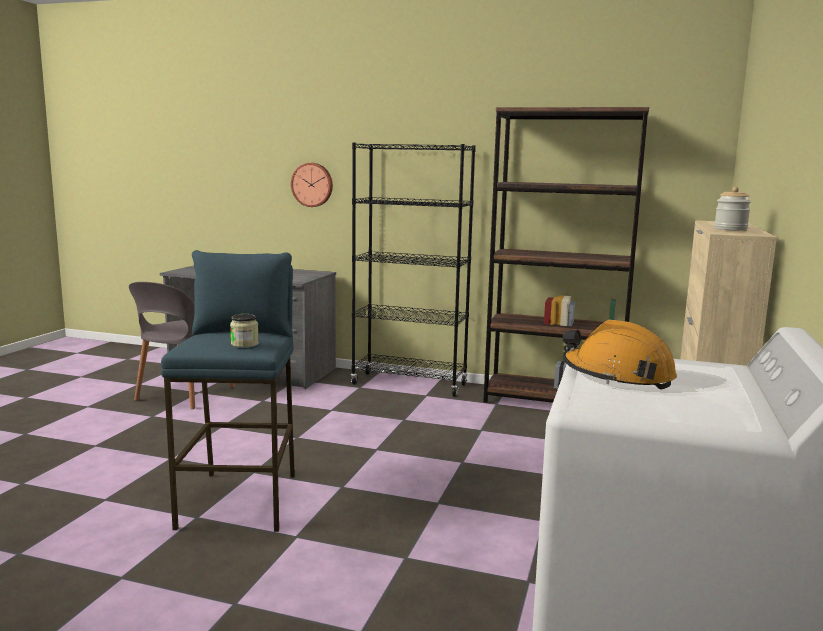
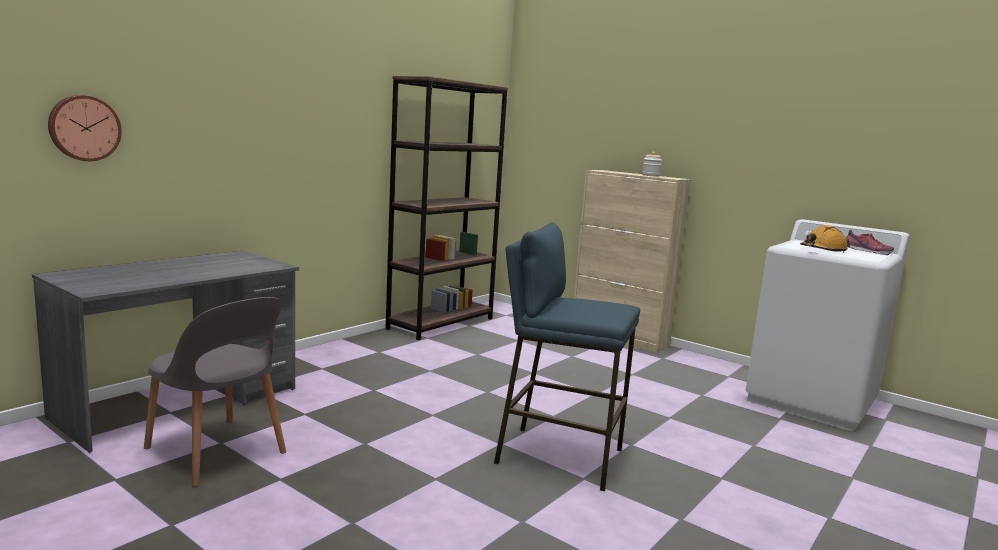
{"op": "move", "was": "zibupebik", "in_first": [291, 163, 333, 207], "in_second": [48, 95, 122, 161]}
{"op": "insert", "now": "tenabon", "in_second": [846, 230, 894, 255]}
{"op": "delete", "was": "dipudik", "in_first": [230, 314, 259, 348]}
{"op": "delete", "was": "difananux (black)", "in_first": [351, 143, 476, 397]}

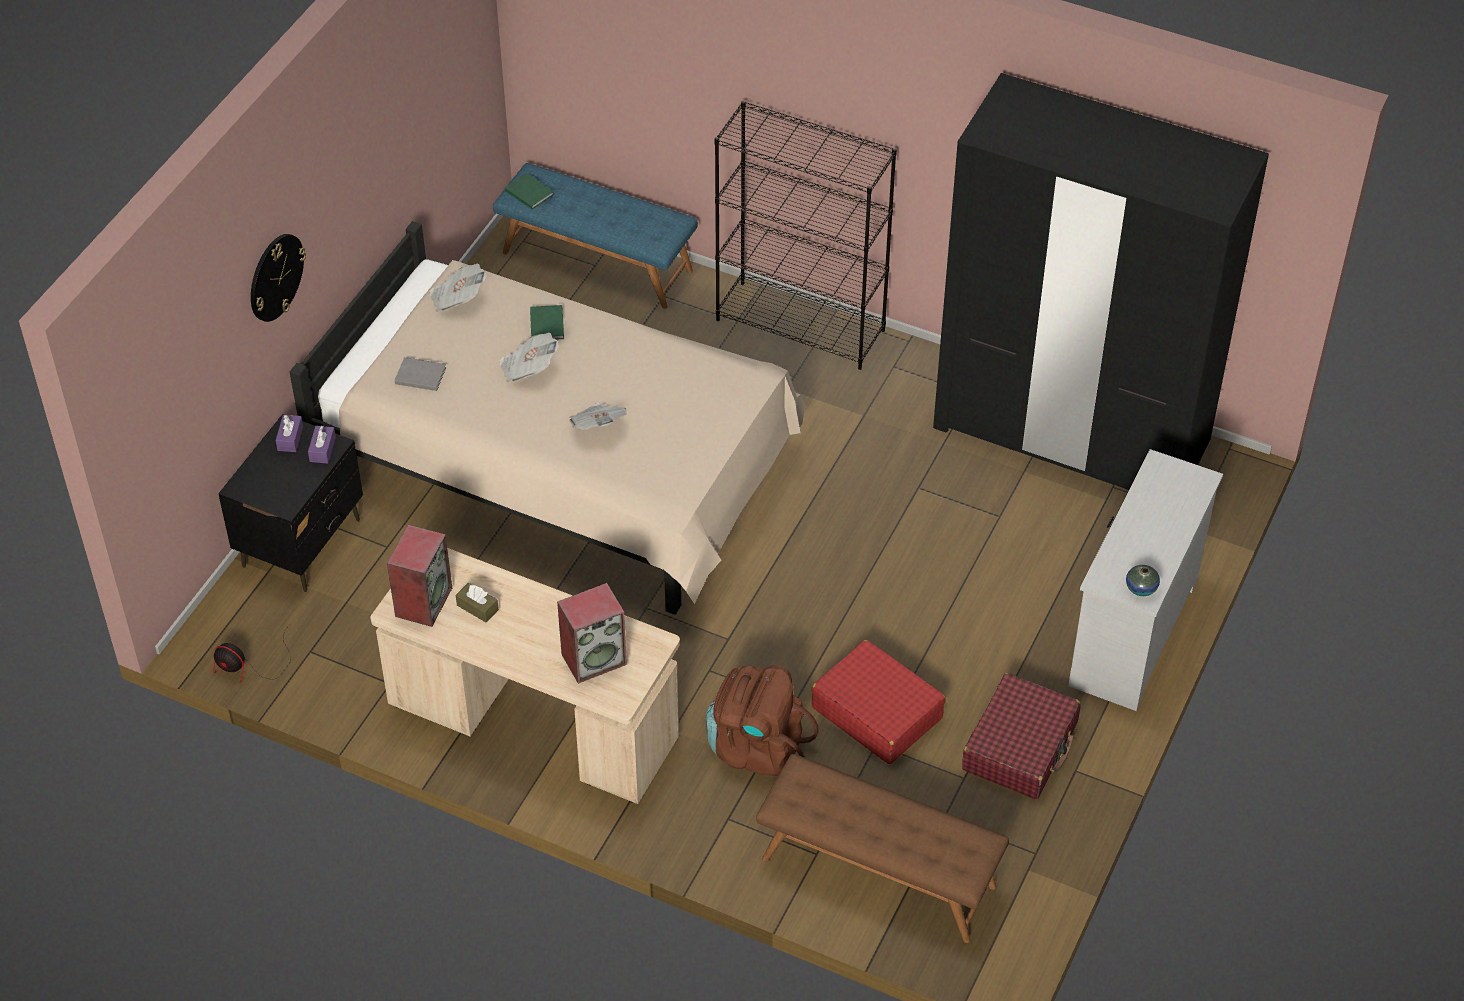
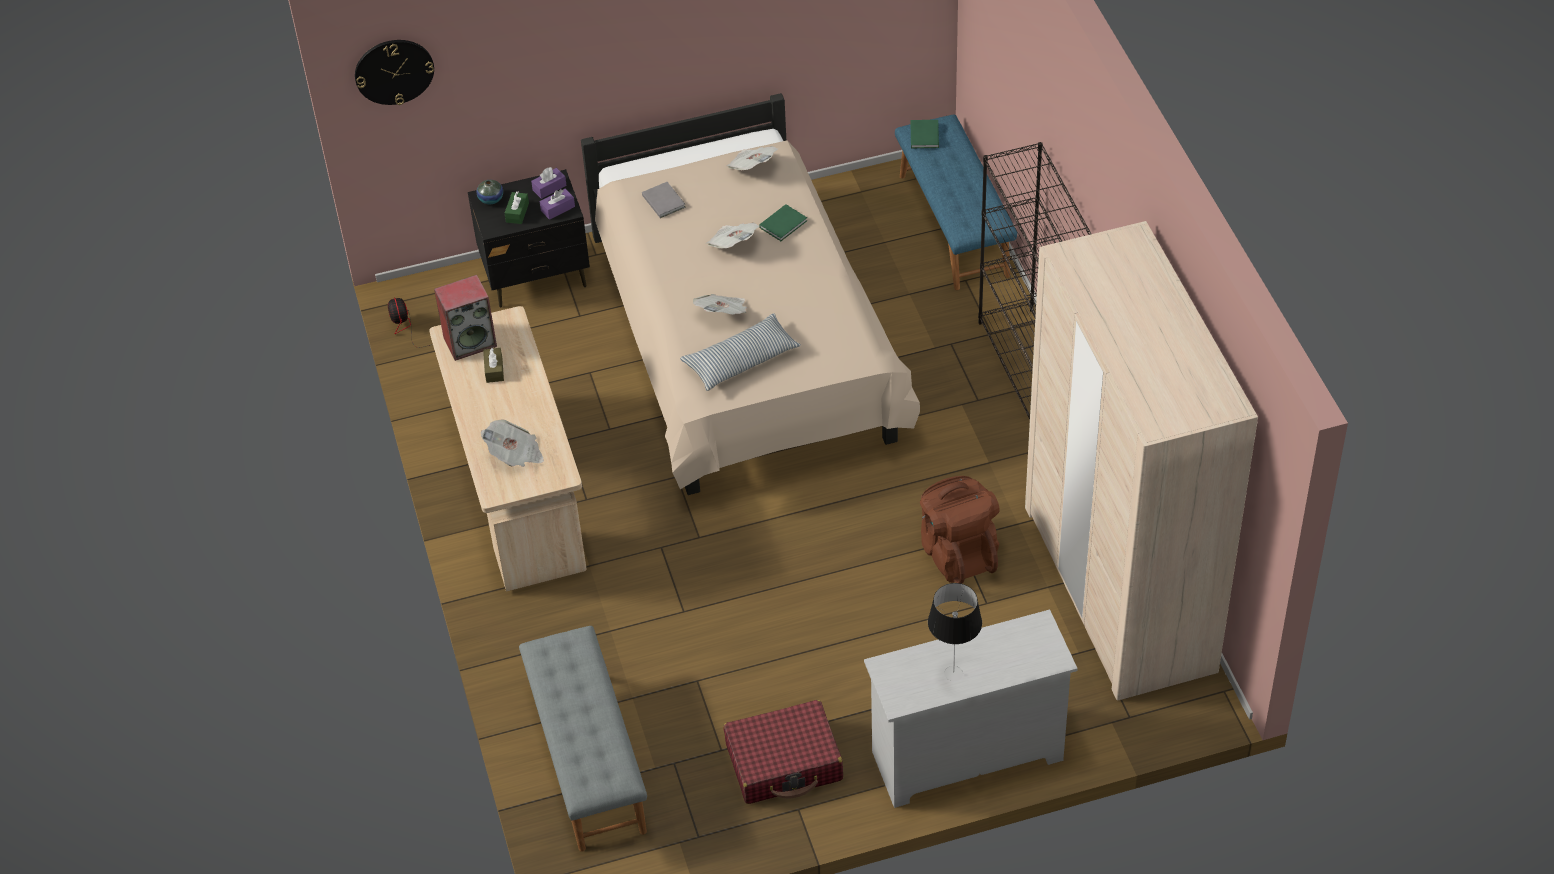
{"op": "move", "was": "zibupebik", "in_first": [251, 234, 306, 322], "in_second": [355, 40, 434, 105]}
{"op": "move", "was": "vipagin", "in_first": [1126, 565, 1160, 596], "in_second": [476, 180, 503, 204]}
{"op": "replace", "was": "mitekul", "now": "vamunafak", "in_first": [557, 583, 627, 684], "in_second": [481, 419, 544, 467]}
{"op": "insert", "now": "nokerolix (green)", "in_second": [505, 191, 529, 224]}
{"op": "recolor", "was": "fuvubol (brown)", "now": "fuvubol (grey)", "in_first": [756, 754, 1009, 943], "in_second": [519, 626, 647, 852]}
{"op": "insert", "now": "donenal", "in_second": [680, 313, 801, 391]}
{"op": "move", "was": "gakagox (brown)", "in_first": [706, 665, 818, 776], "in_second": [920, 476, 1000, 584]}
{"op": "insert", "now": "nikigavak", "in_second": [928, 583, 982, 681]}
{"op": "recolor", "was": "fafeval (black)", "now": "fafeval (beige)", "in_first": [933, 73, 1269, 490], "in_second": [1025, 221, 1258, 700]}
{"op": "delete", "was": "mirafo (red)", "in_first": [812, 640, 946, 764]}

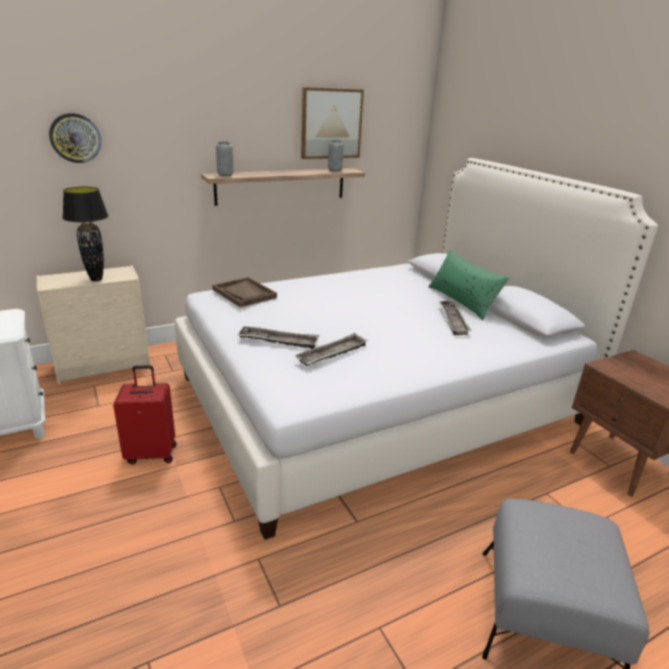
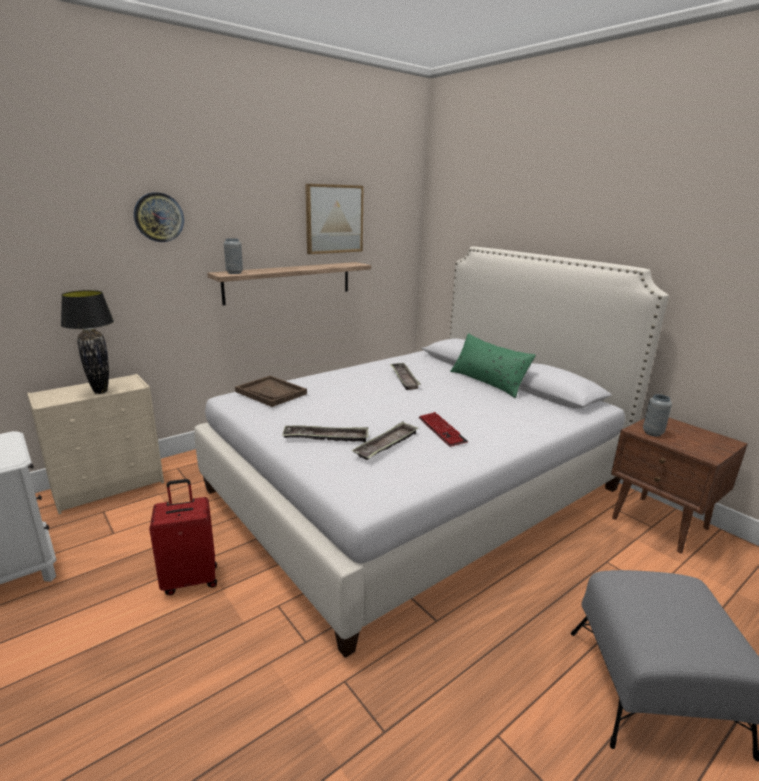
{"op": "move", "was": "zibupebik", "in_first": [49, 113, 101, 163], "in_second": [134, 192, 184, 242]}
{"op": "move", "was": "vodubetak", "in_first": [438, 301, 471, 335], "in_second": [390, 362, 421, 390]}
{"op": "insert", "now": "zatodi", "in_second": [419, 412, 468, 447]}
{"op": "move", "was": "vipagin (grey)", "in_first": [328, 140, 344, 172], "in_second": [643, 394, 672, 437]}

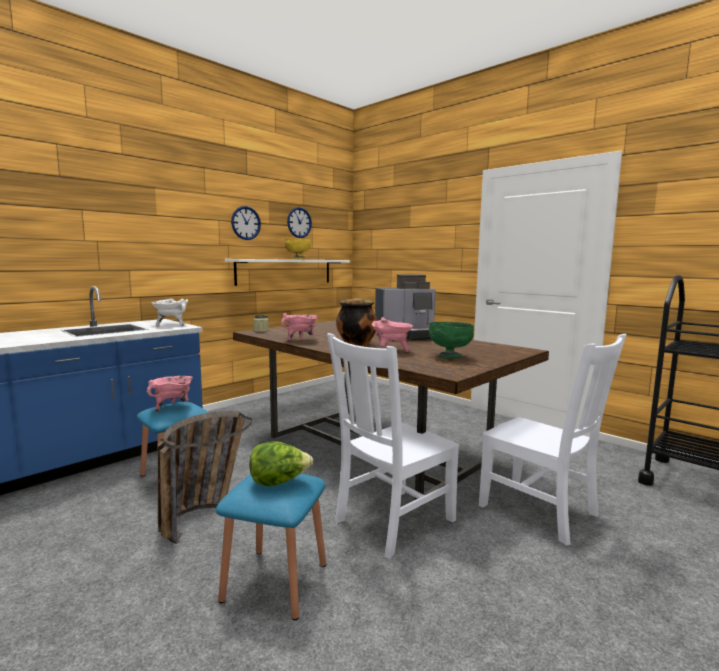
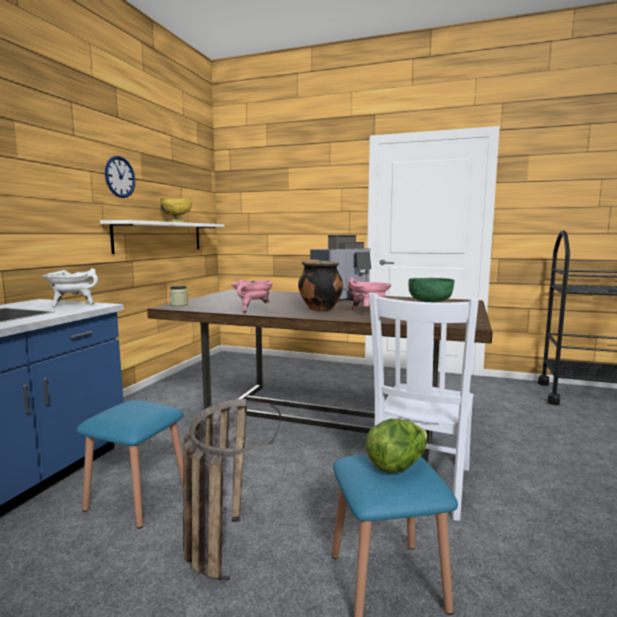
{"op": "delete", "was": "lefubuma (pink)", "in_first": [147, 376, 193, 412]}
{"op": "delete", "was": "zibupebik", "in_first": [287, 207, 312, 238]}
{"op": "delete", "was": "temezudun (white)", "in_first": [479, 334, 626, 546]}

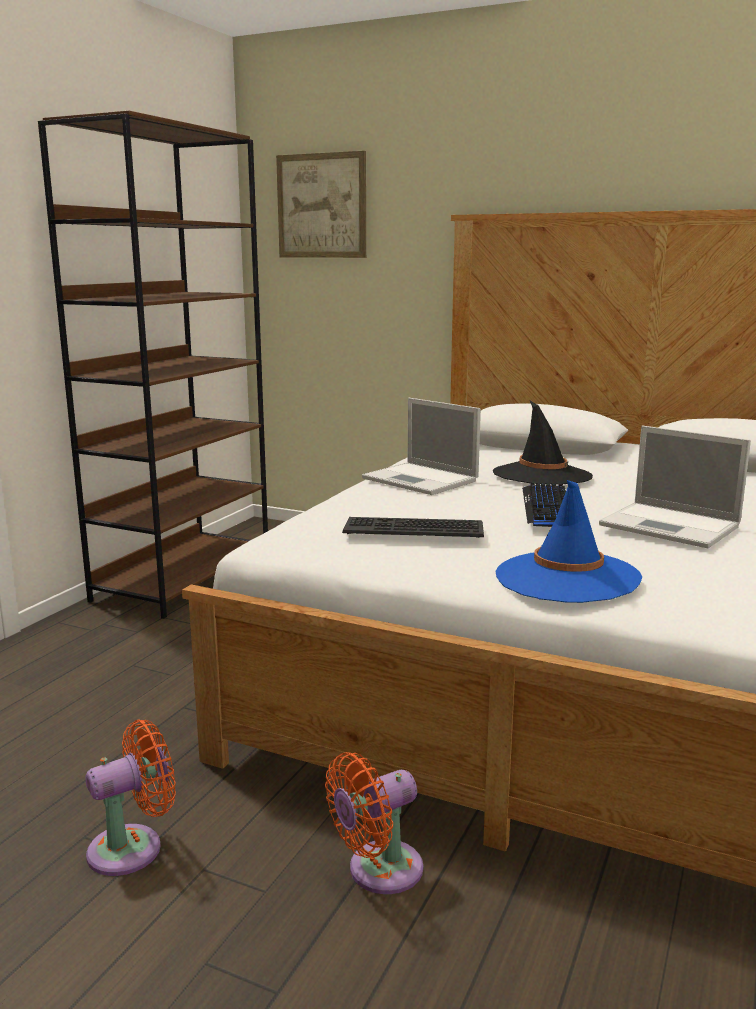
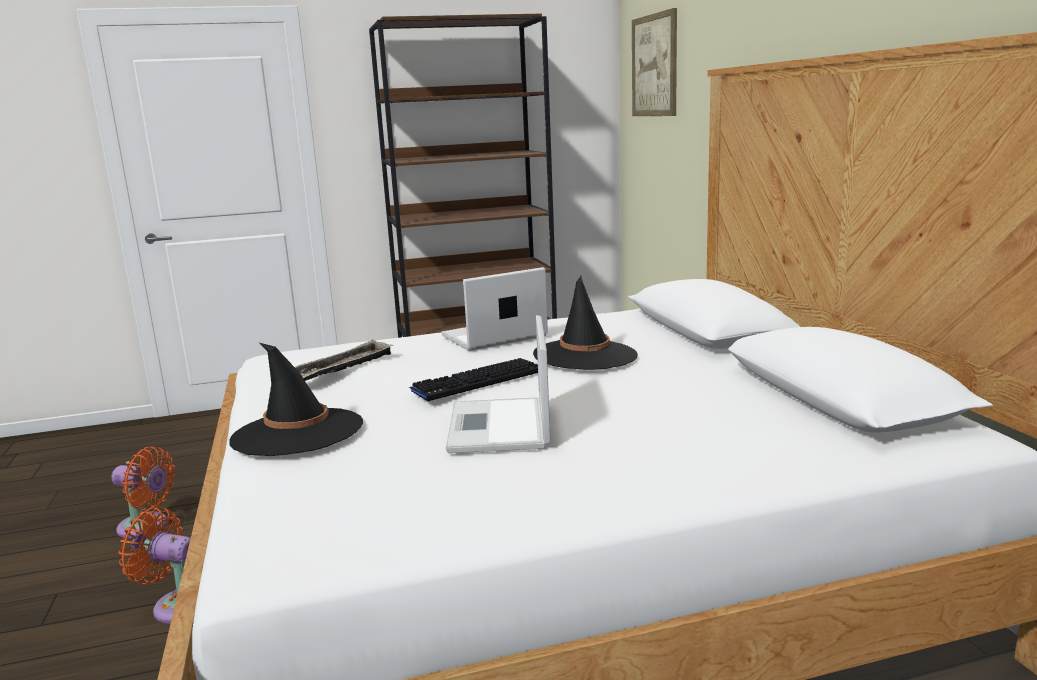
{"op": "recolor", "was": "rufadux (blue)", "now": "rufadux (black)", "in_first": [495, 480, 642, 603], "in_second": [229, 343, 363, 456]}
{"op": "replace", "was": "zatodi", "now": "vodubetak", "in_first": [342, 517, 484, 538], "in_second": [295, 340, 394, 381]}
{"op": "rotate", "was": "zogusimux", "in_first": [362, 398, 481, 495], "in_second": [441, 267, 548, 351], "clockwise": 60}

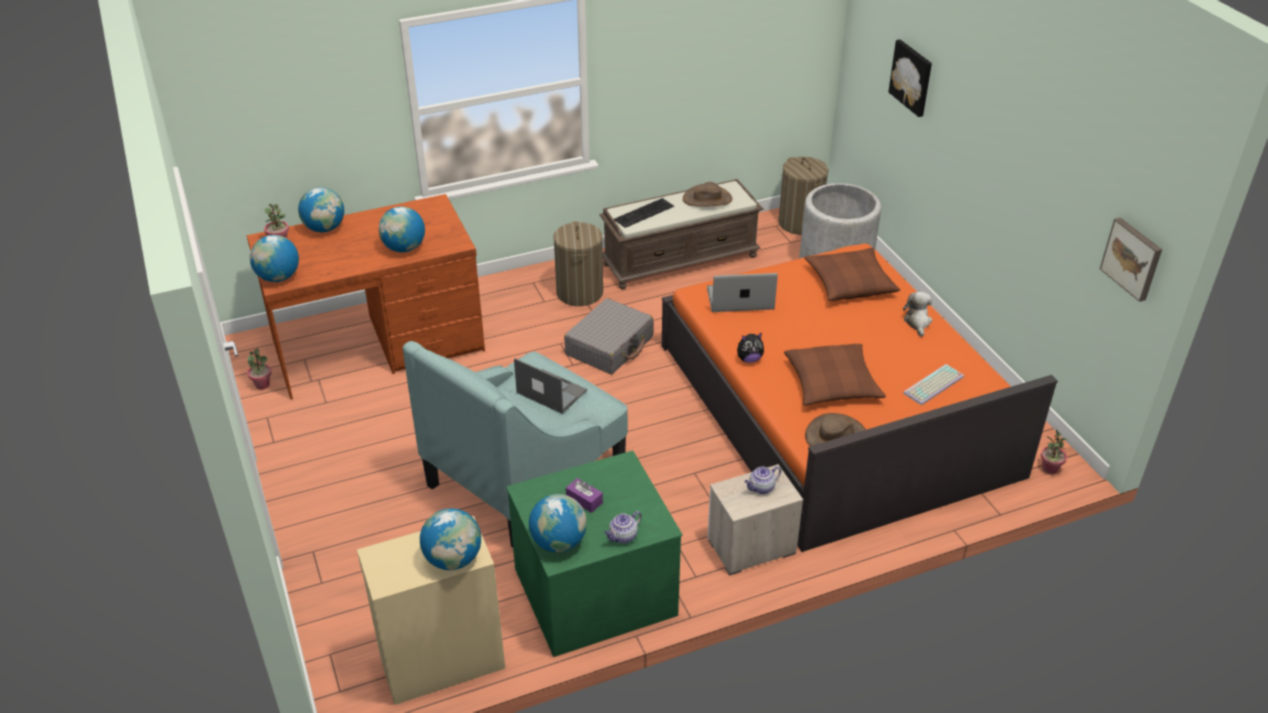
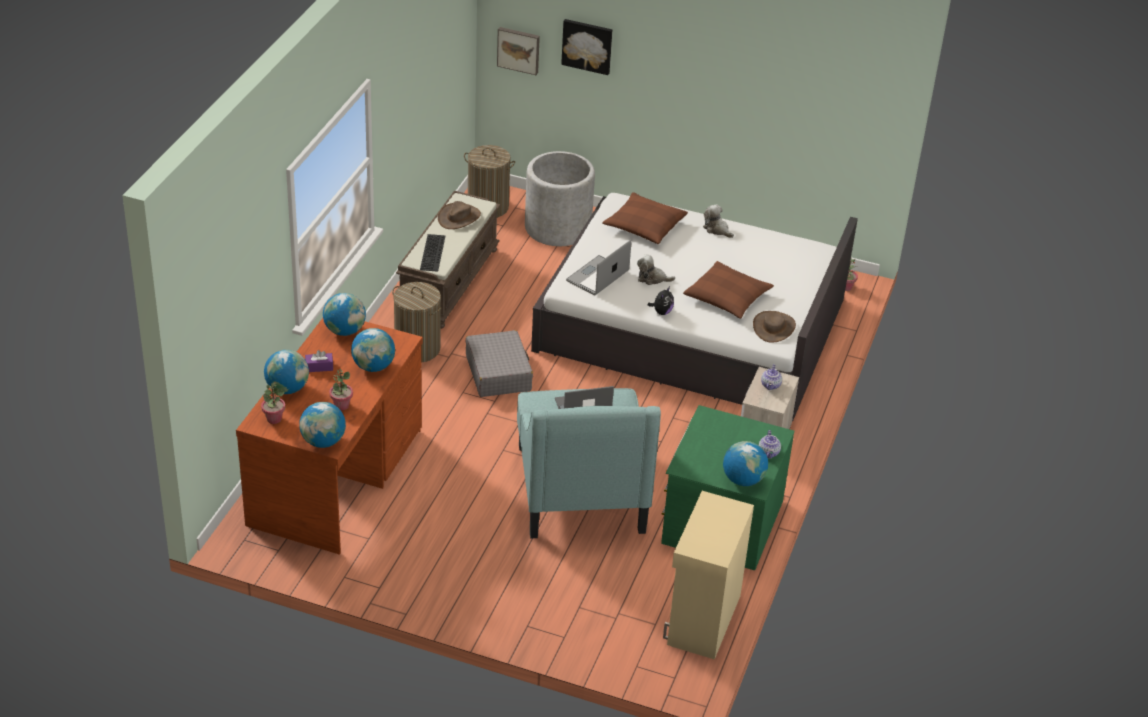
{"op": "move", "was": "nokerolix (purple)", "in_first": [566, 478, 603, 513], "in_second": [305, 350, 333, 372]}
{"op": "move", "was": "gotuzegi", "in_first": [420, 508, 481, 570], "in_second": [323, 293, 366, 336]}
{"op": "move", "was": "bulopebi", "in_first": [247, 349, 272, 390], "in_second": [329, 369, 353, 410]}
{"op": "move", "was": "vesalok", "in_first": [1100, 217, 1162, 302], "in_second": [497, 27, 540, 75]}
{"op": "recolor", "was": "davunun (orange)", "now": "davunun (white)", "in_first": [662, 244, 1058, 552], "in_second": [531, 193, 858, 421]}
{"op": "insert", "now": "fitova", "in_second": [637, 254, 675, 285]}
{"op": "delete", "was": "zatodi", "in_first": [903, 364, 964, 405]}

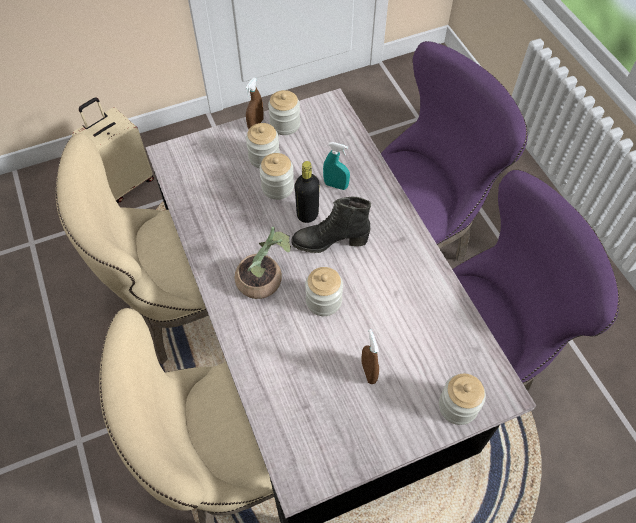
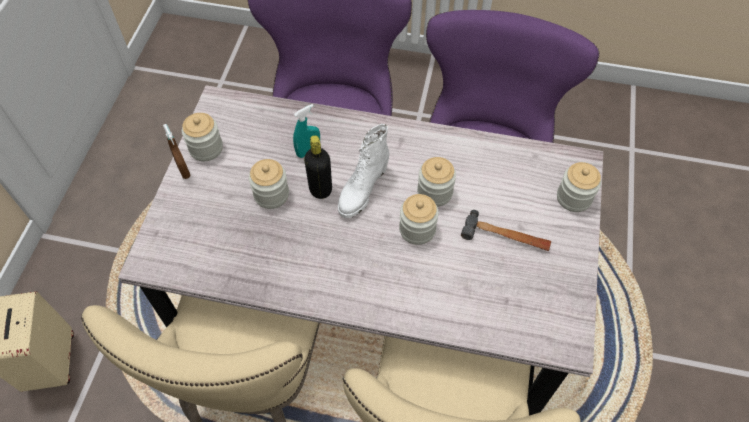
{"op": "recolor", "was": "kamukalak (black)", "now": "kamukalak (white)", "in_first": [292, 197, 371, 253], "in_second": [338, 124, 389, 218]}
{"op": "move", "was": "dipudik", "in_first": [246, 123, 280, 168], "in_second": [417, 157, 456, 207]}
{"op": "replace", "was": "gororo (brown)", "now": "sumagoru", "in_first": [361, 329, 379, 384], "in_second": [461, 210, 551, 251]}
{"op": "delete", "was": "bulopebi", "in_first": [235, 227, 291, 299]}

